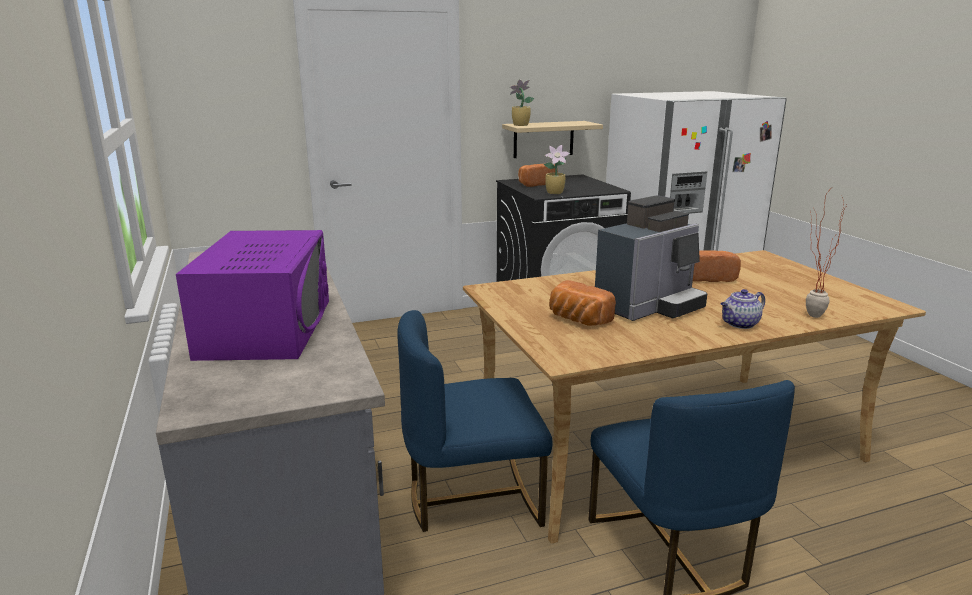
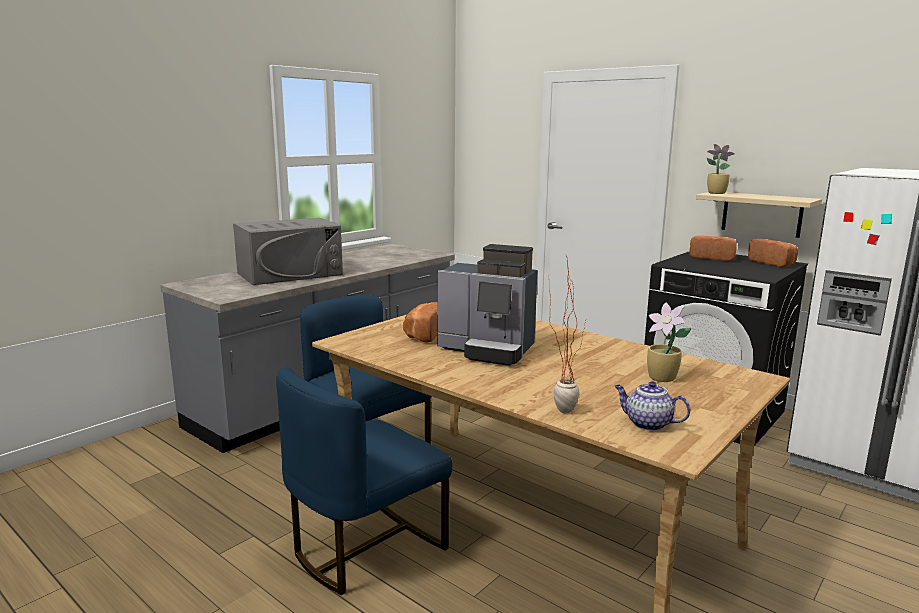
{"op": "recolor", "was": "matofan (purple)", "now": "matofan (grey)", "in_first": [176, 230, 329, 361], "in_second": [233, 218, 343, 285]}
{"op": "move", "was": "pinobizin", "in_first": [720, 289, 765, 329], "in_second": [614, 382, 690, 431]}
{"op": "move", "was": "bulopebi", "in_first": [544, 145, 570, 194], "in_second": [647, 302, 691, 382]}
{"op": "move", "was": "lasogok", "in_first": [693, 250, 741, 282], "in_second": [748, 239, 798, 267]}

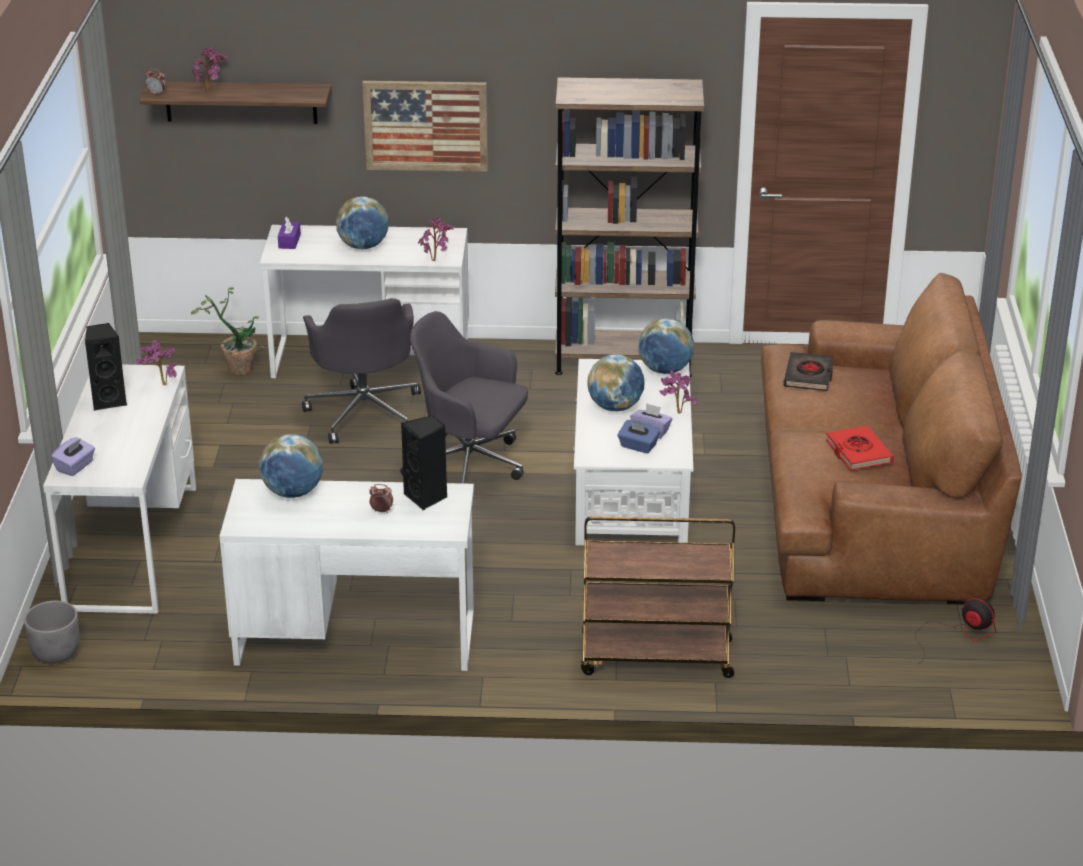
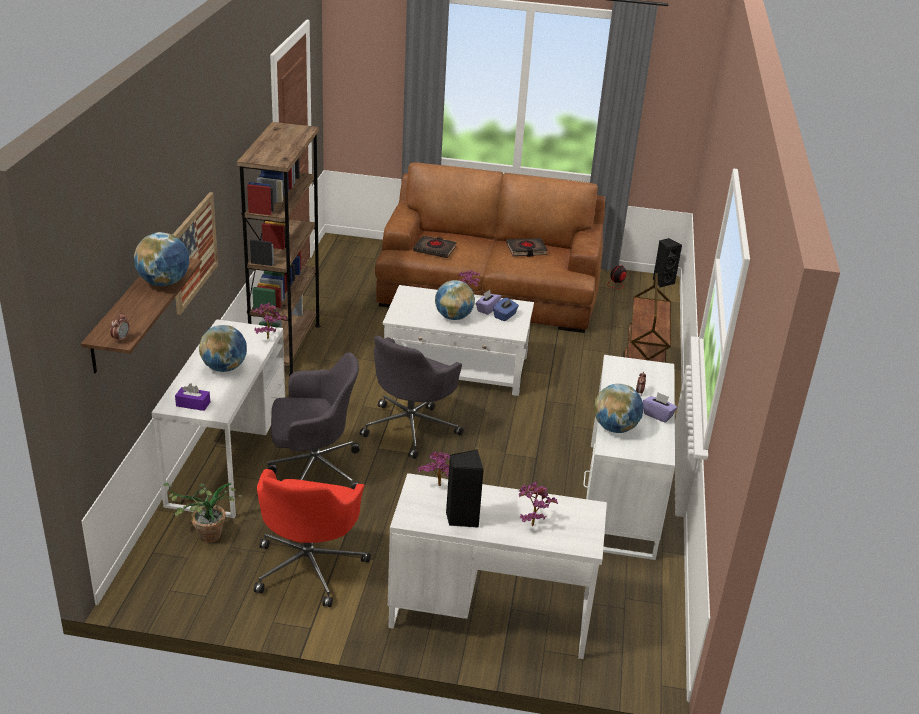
{"op": "move", "was": "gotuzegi", "in_first": [639, 318, 694, 374], "in_second": [134, 232, 189, 286]}
{"op": "insert", "now": "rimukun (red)", "in_second": [254, 469, 371, 607]}
{"op": "recolor", "was": "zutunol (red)", "now": "zutunol (black)", "in_first": [826, 426, 894, 470], "in_second": [506, 238, 548, 257]}
{"op": "move", "was": "bulopebi", "in_first": [192, 46, 227, 91], "in_second": [519, 481, 558, 526]}
{"op": "move", "was": "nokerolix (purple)", "in_first": [51, 437, 95, 476], "in_second": [643, 392, 677, 423]}
{"op": "move", "was": "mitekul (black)", "in_first": [401, 415, 447, 510], "in_second": [653, 238, 682, 288]}
{"op": "delete", "was": "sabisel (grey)", "in_first": [24, 601, 79, 664]}

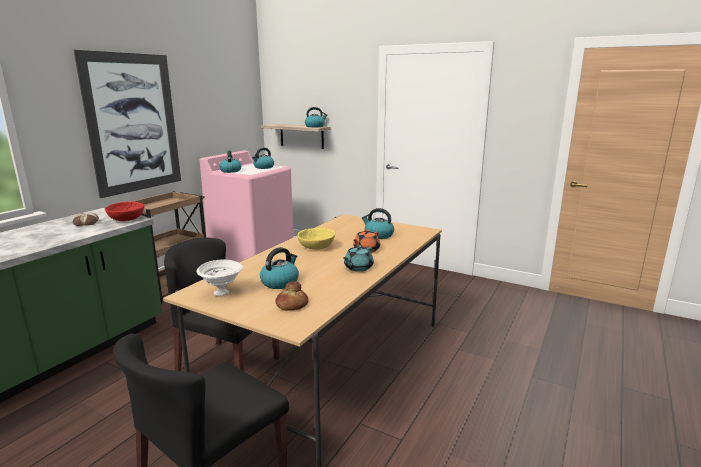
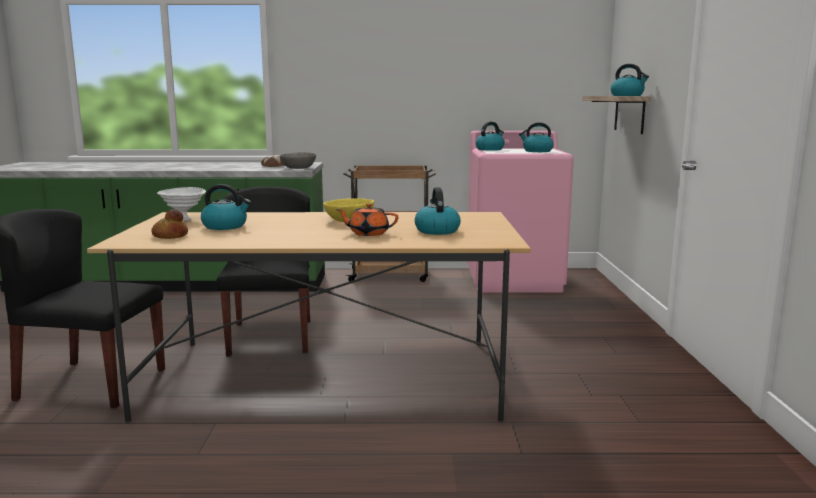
{"op": "recolor", "was": "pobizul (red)", "now": "pobizul (grey)", "in_first": [105, 201, 144, 221], "in_second": [279, 152, 316, 169]}
{"op": "delete", "was": "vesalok", "in_first": [73, 50, 181, 198]}
{"op": "delete", "was": "pinobizin (turquoise)", "in_first": [343, 246, 374, 272]}

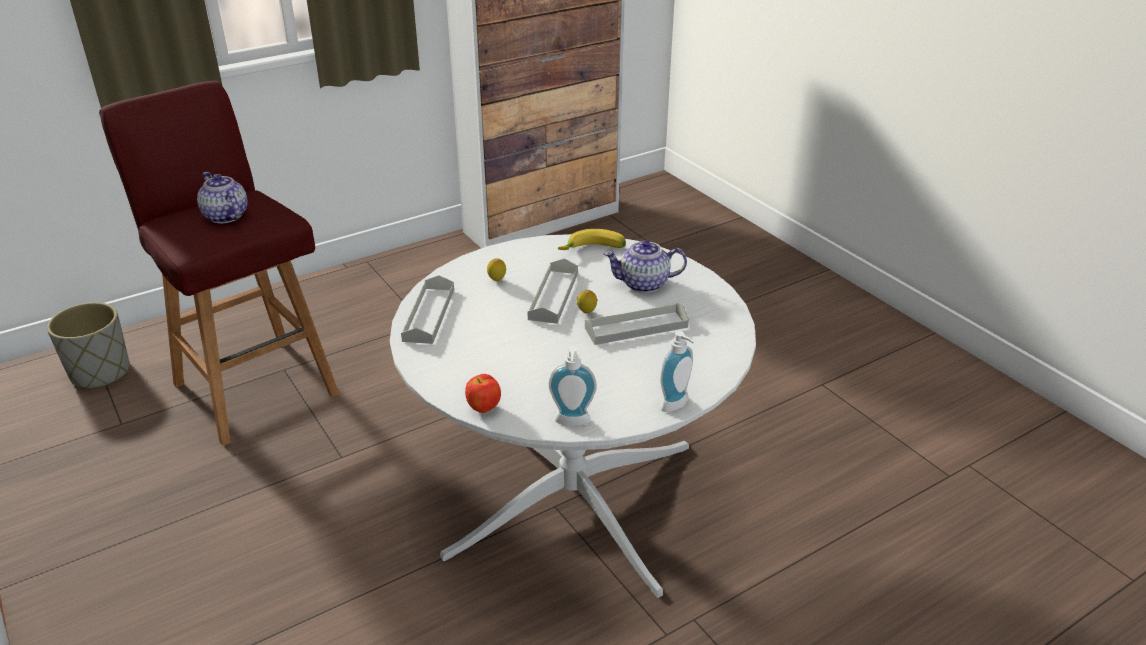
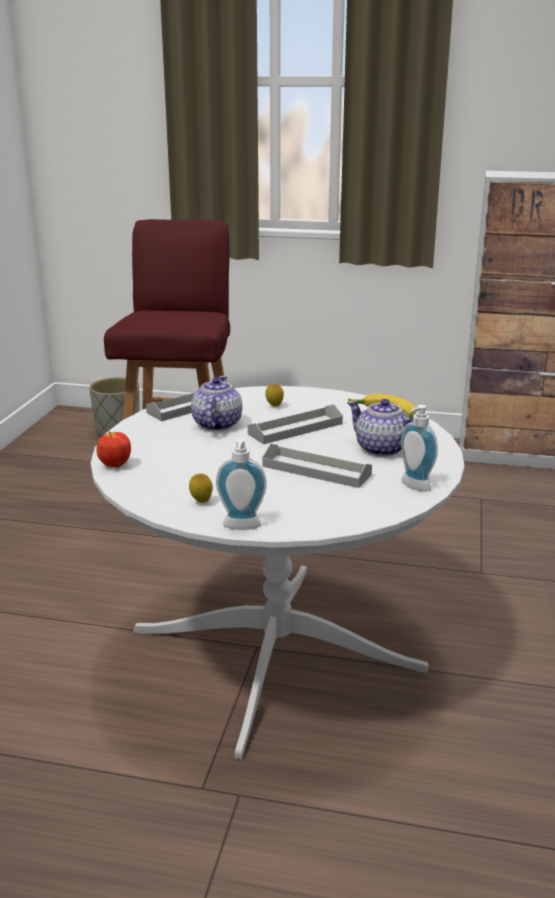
{"op": "move", "was": "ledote", "in_first": [577, 290, 597, 314], "in_second": [189, 474, 213, 503]}
{"op": "move", "was": "pinobizin", "in_first": [197, 172, 248, 224], "in_second": [191, 376, 242, 431]}
{"op": "move", "was": "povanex", "in_first": [549, 347, 597, 426], "in_second": [401, 405, 438, 492]}

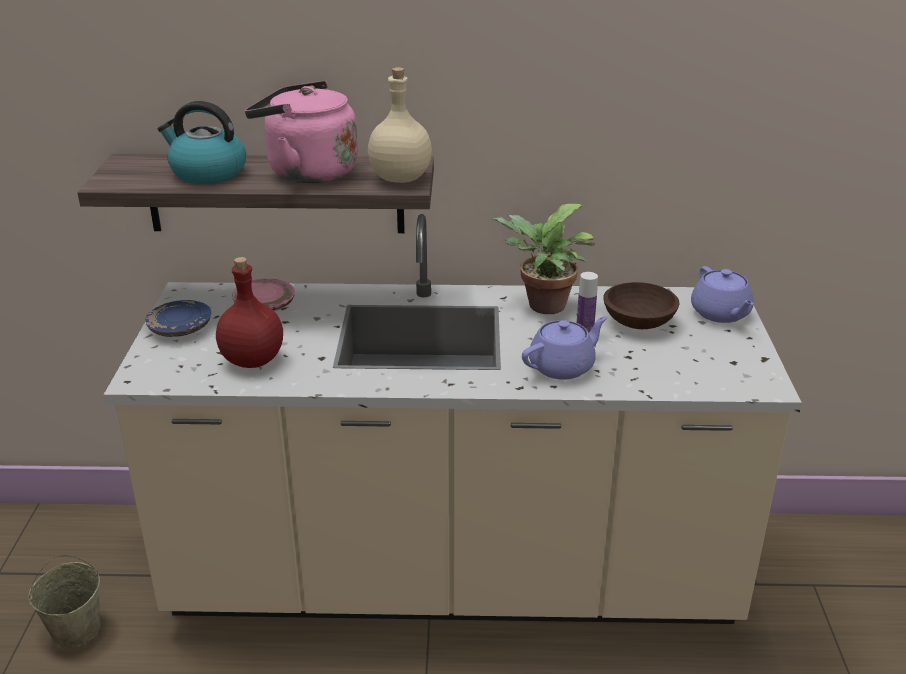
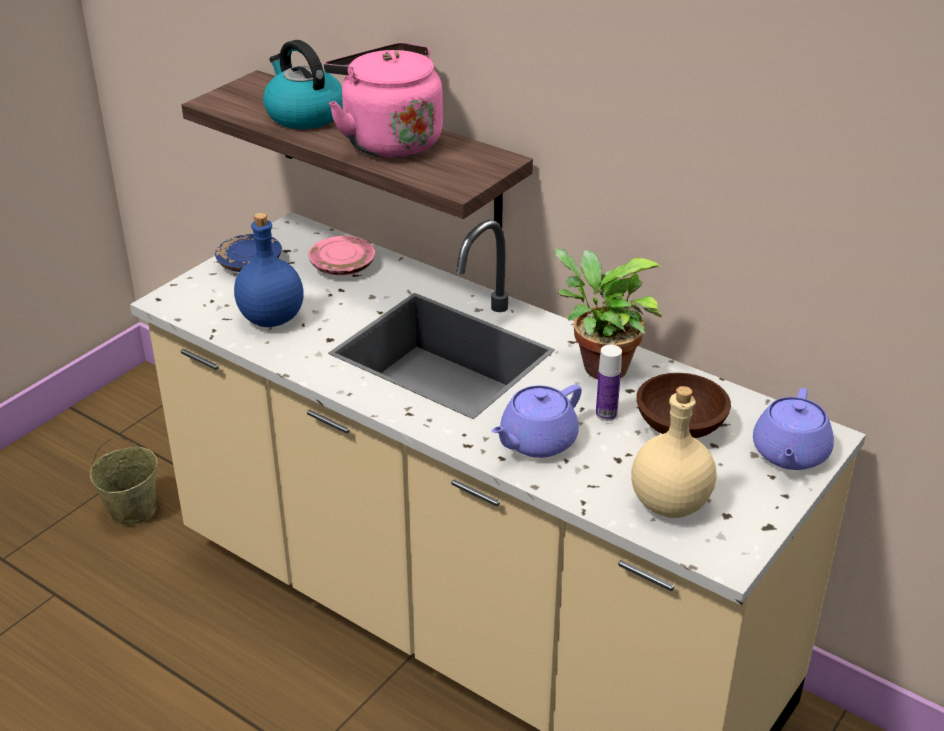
{"op": "recolor", "was": "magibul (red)", "now": "magibul (blue)", "in_first": [216, 257, 283, 368], "in_second": [234, 213, 304, 327]}
{"op": "rotate", "was": "pinobizin (purple)", "in_first": [522, 316, 608, 380], "in_second": [491, 385, 582, 458], "clockwise": 135}
{"op": "move", "was": "magibul (beige)", "in_first": [368, 67, 432, 183], "in_second": [631, 386, 717, 518]}

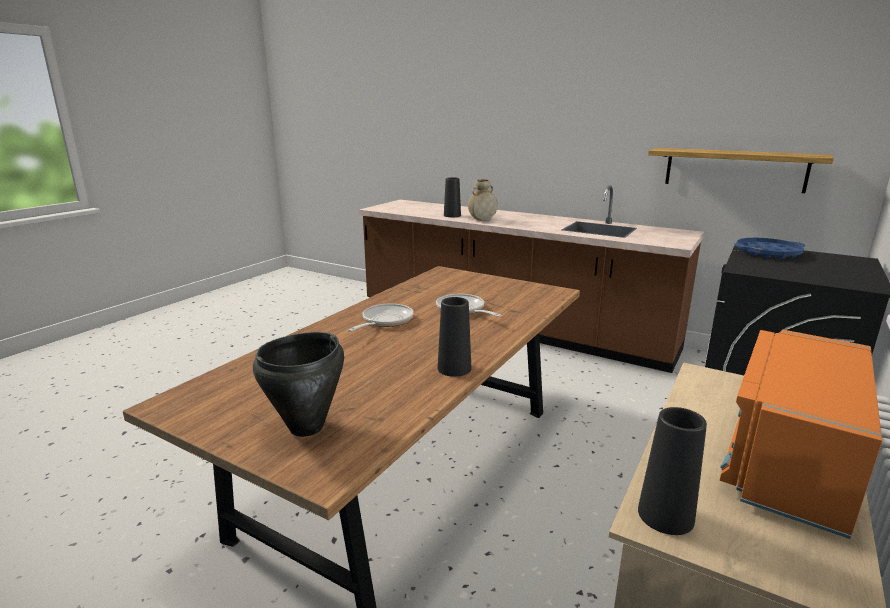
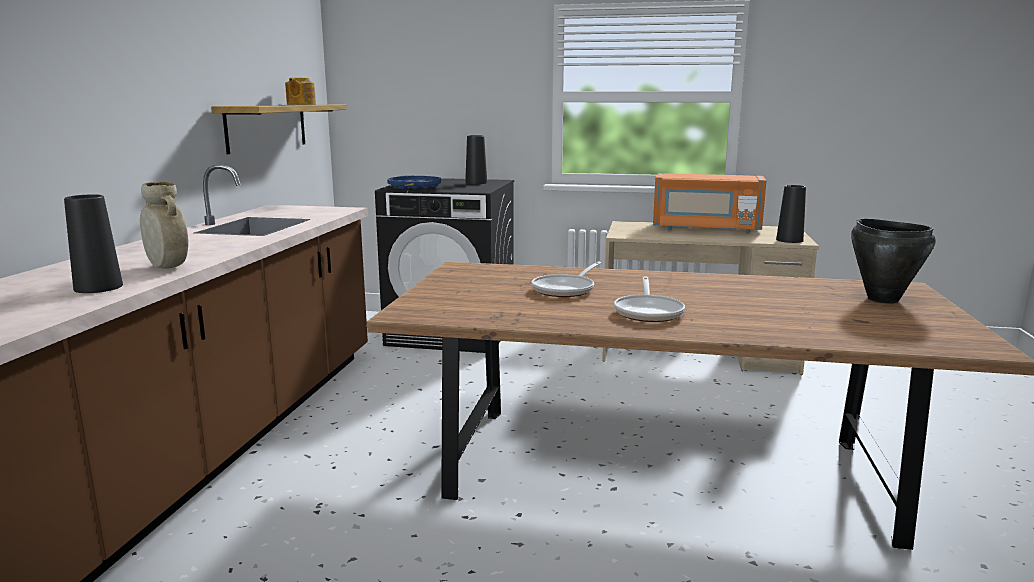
{"op": "insert", "now": "pinobizin", "in_second": [285, 78, 316, 105]}
{"op": "move", "was": "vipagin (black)", "in_first": [438, 297, 471, 377], "in_second": [465, 135, 487, 184]}
{"op": "rotate", "was": "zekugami", "in_first": [348, 304, 414, 332], "in_second": [614, 276, 685, 322], "clockwise": -90}

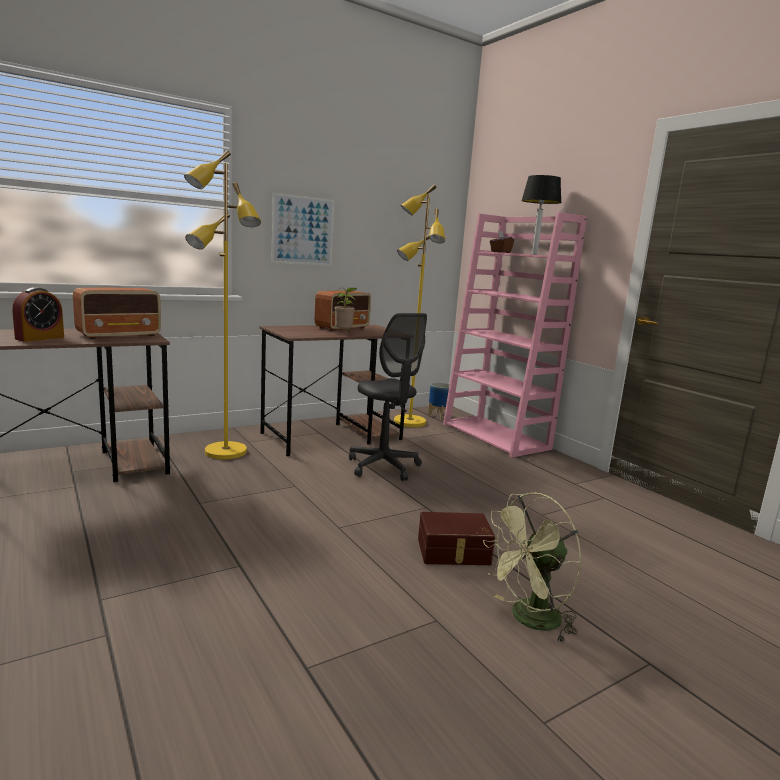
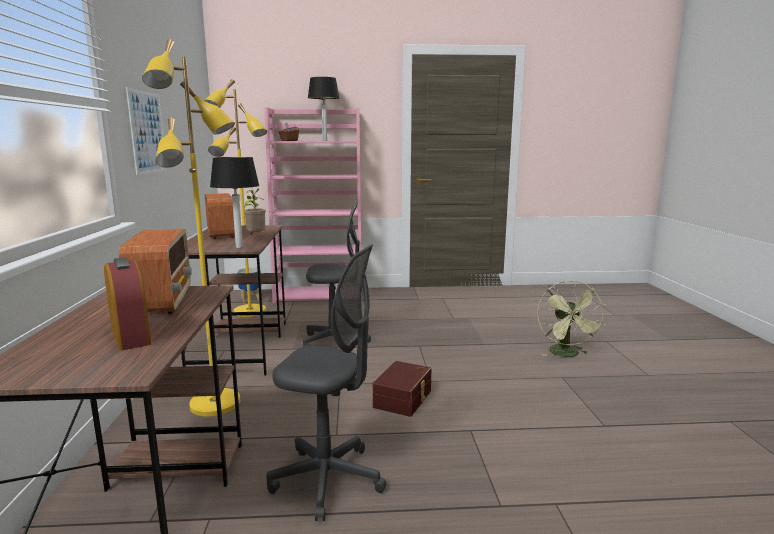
{"op": "insert", "now": "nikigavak", "in_second": [210, 157, 259, 248]}
{"op": "insert", "now": "rimukun (grey)", "in_second": [266, 245, 386, 521]}
{"op": "move", "was": "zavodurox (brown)", "in_first": [418, 512, 495, 565], "in_second": [373, 361, 431, 417]}

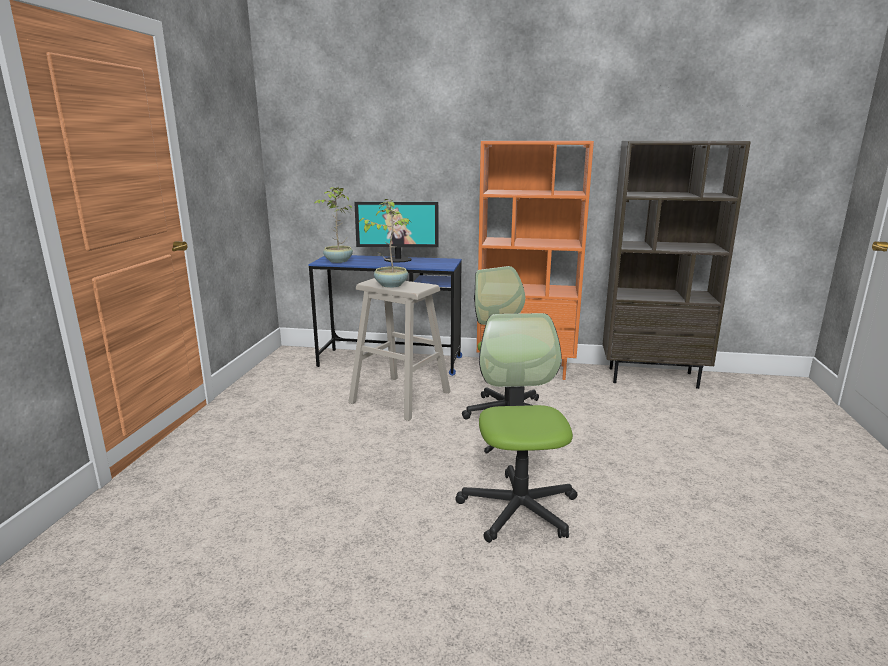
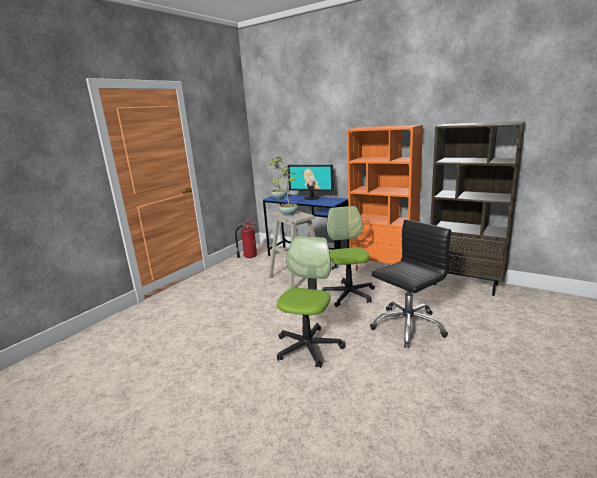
{"op": "insert", "now": "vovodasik", "in_second": [235, 219, 257, 258]}
{"op": "insert", "now": "rimukun (black)", "in_second": [370, 219, 451, 348]}

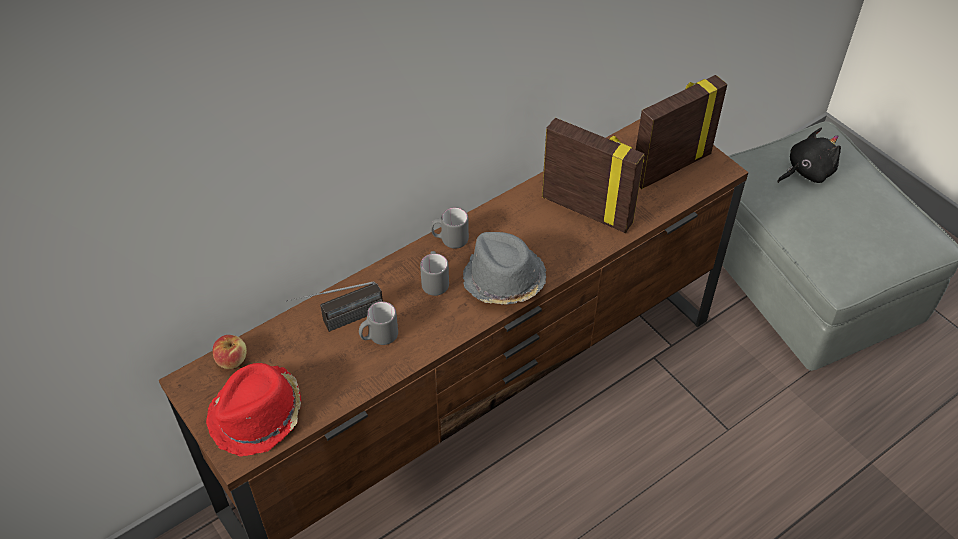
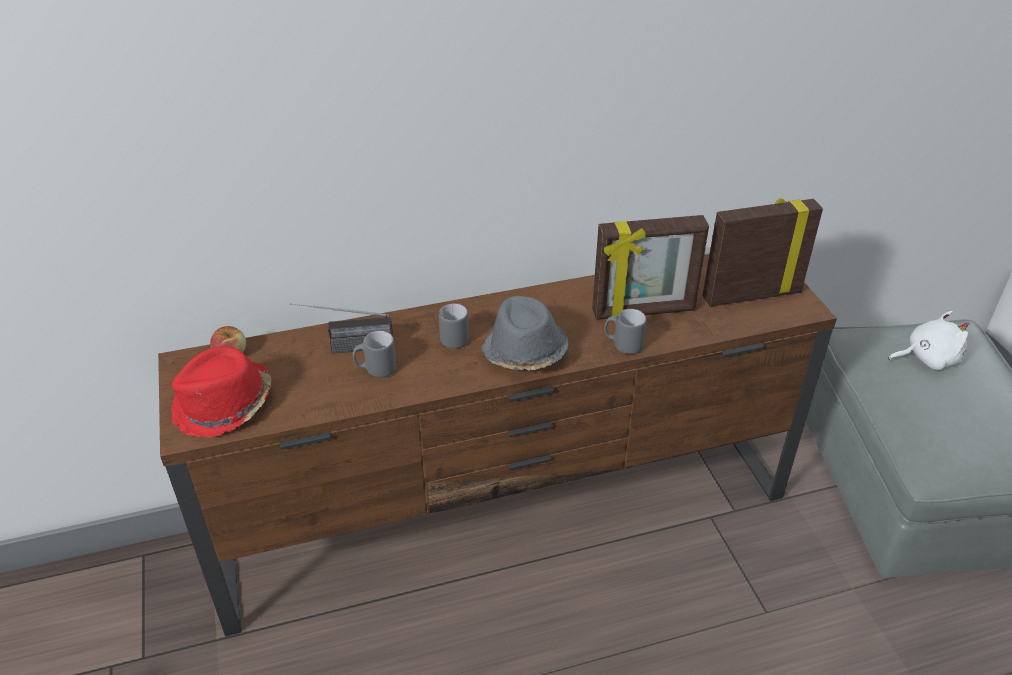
{"op": "rotate", "was": "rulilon", "in_first": [542, 118, 645, 233], "in_second": [592, 215, 709, 320], "clockwise": 120}
{"op": "move", "was": "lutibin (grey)", "in_first": [431, 207, 469, 249], "in_second": [604, 309, 647, 354]}
{"op": "recolor", "was": "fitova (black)", "now": "fitova (white)", "in_first": [777, 128, 841, 183], "in_second": [888, 311, 970, 370]}

